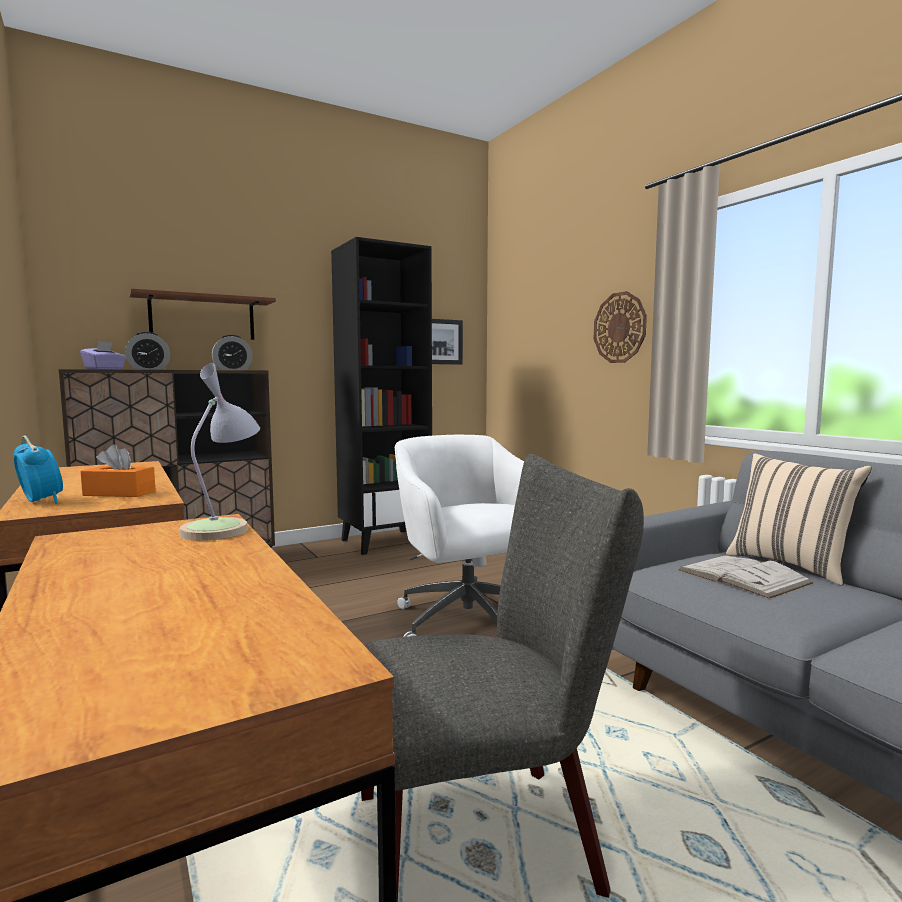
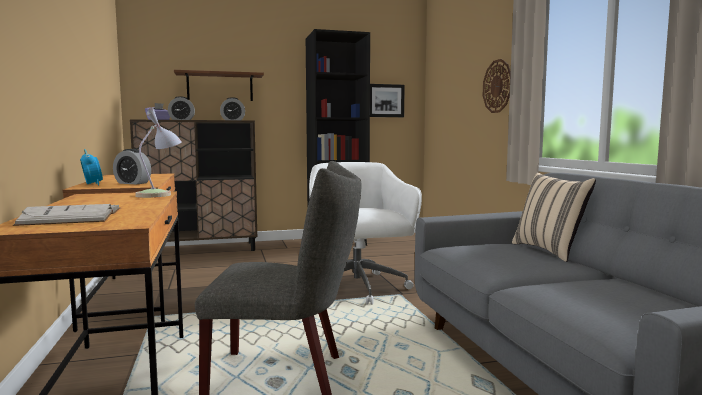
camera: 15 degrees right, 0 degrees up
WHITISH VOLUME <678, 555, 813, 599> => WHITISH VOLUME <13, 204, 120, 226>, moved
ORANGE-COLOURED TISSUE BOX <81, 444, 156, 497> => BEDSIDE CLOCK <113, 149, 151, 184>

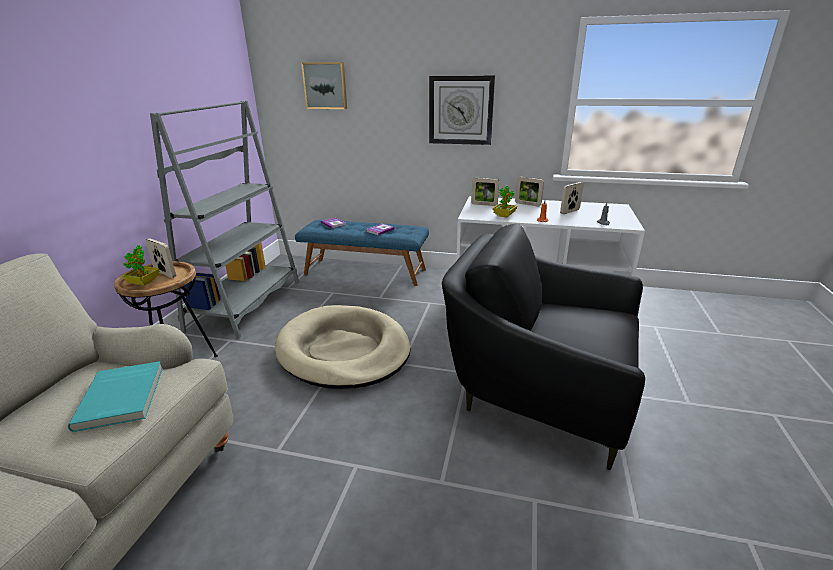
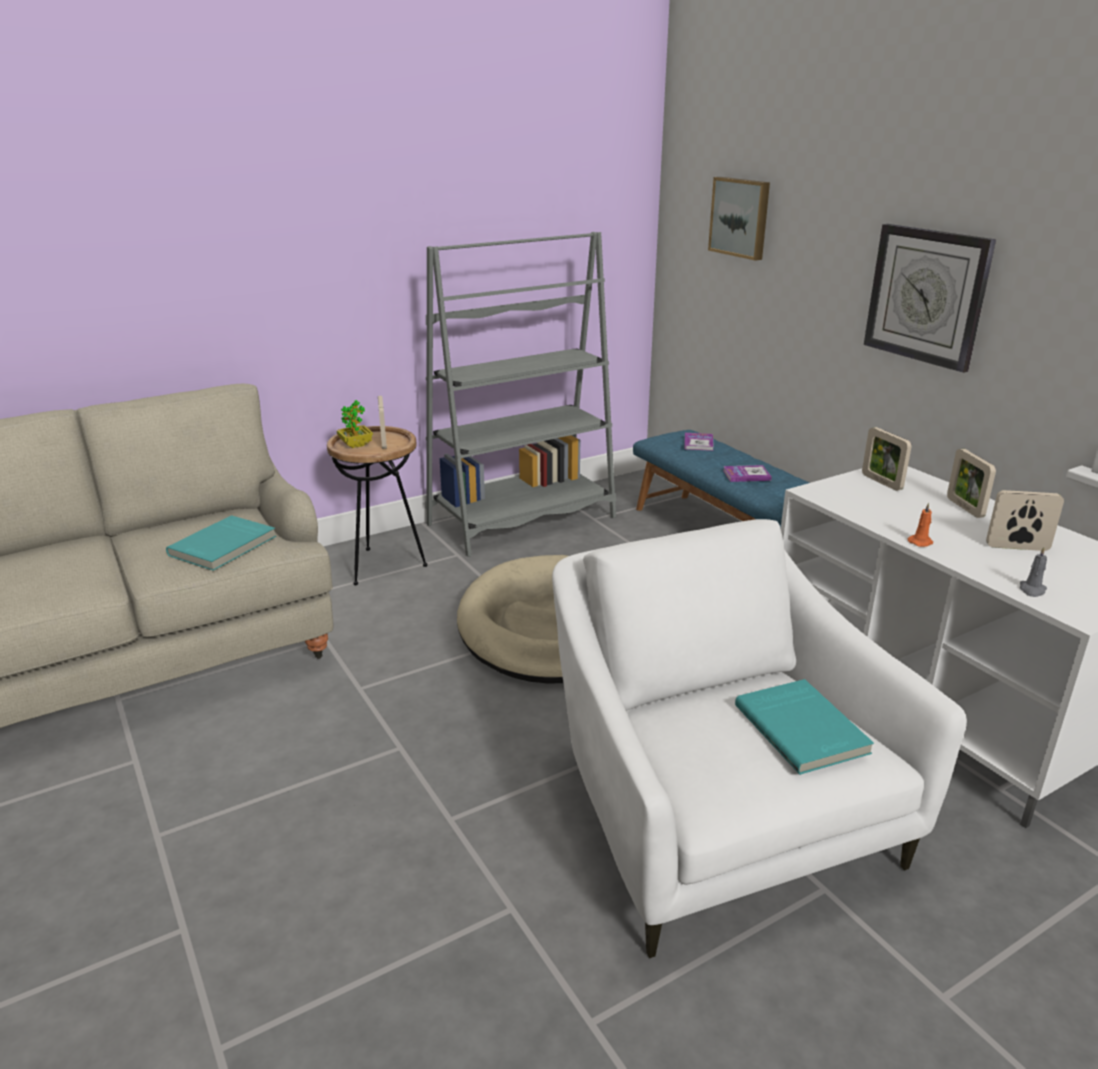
camera: 45 degrees right, 0 degrees up
POTTED PLANT <493, 186, 517, 218> => nothing
nothing => TURQUOISE VOLUME <735, 679, 874, 775>
BLACK-COLOURED ARMCHAIR <442, 224, 645, 470> => WHITISH ARMCHAIR <552, 519, 967, 958>

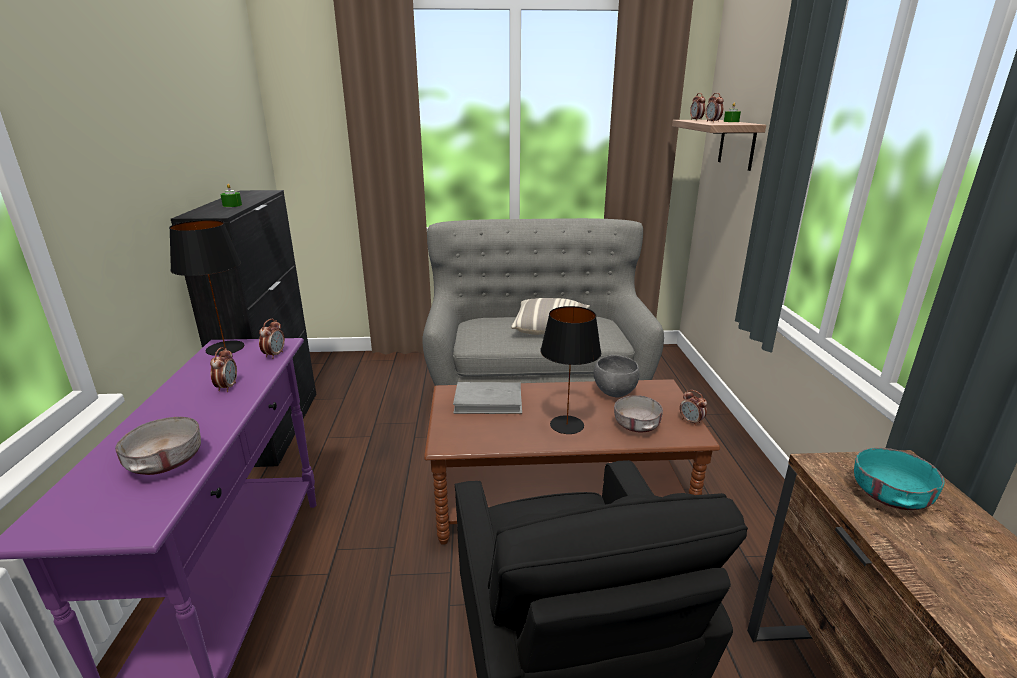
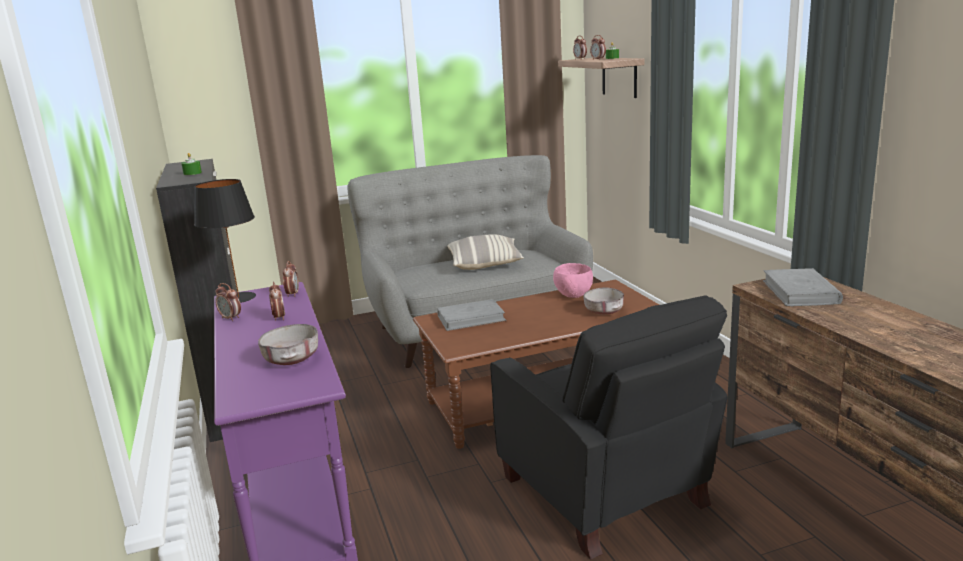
camera: 15 degrees left, 5 degrees down
BLACK-COLOURED LAMP FOR A TABLE <540, 306, 601, 434> => nothing
BEDSIDE CLOCK <680, 390, 707, 426> => BEDSIDE CLOCK <215, 283, 241, 321>, moved
TURQUOISE DEEP DISH <854, 448, 944, 510> => GRAY VOLUME <763, 268, 843, 306>
GRAY DEEP DISH <594, 355, 640, 398> => PINK DEEP DISH <553, 263, 593, 298>

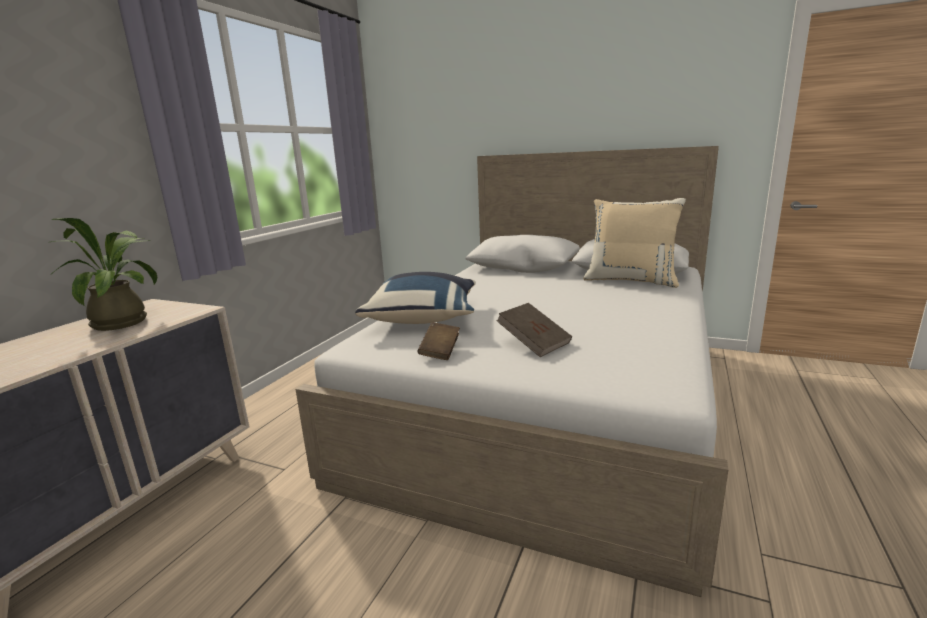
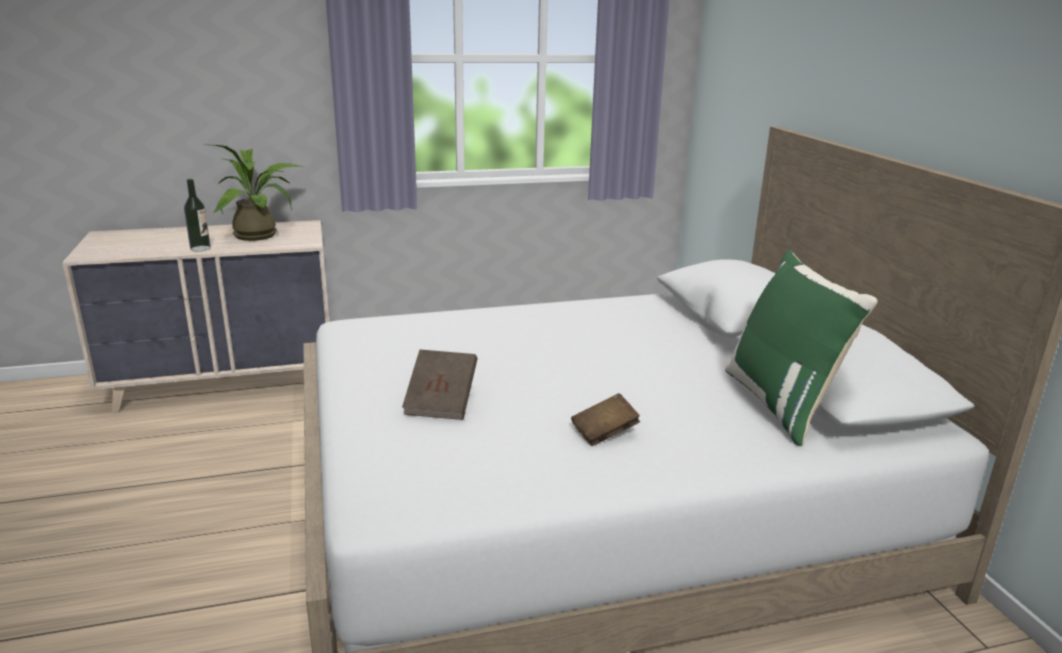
camera: 50 degrees right, 5 degrees up
BLUISH CUSHION <355, 272, 476, 324> => nothing
nothing => BEVERAGE BOTTLE <184, 179, 211, 251>
BROWN-COLOURED VOLUME <417, 322, 460, 360> => BROWN-COLOURED VOLUME <571, 393, 640, 446>, moved
SAND-COLOURED CUSHION <583, 198, 686, 288> => GREEN CUSHION <725, 251, 878, 446>

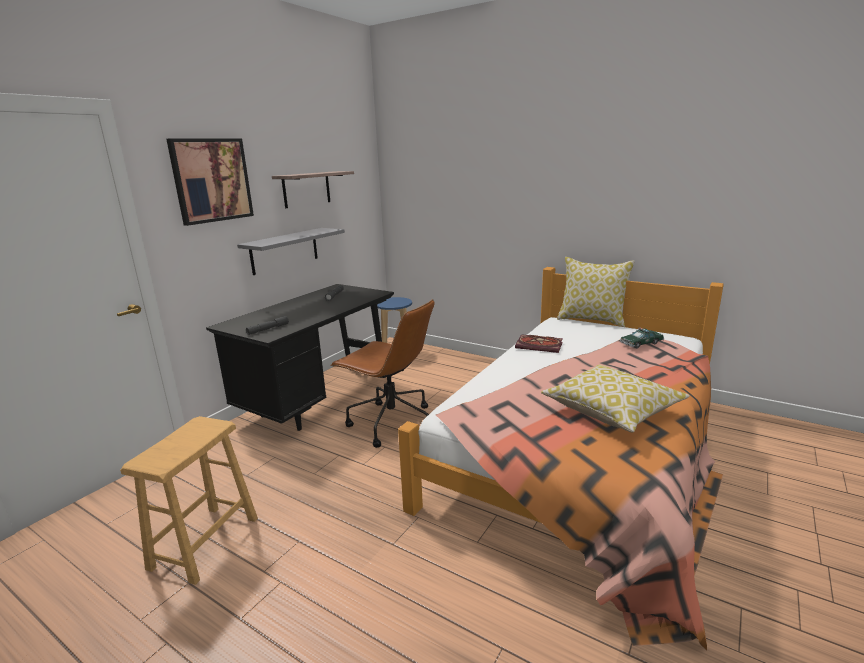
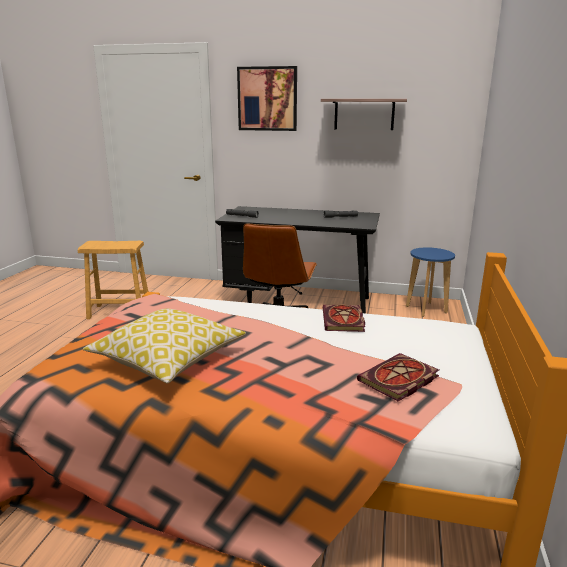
camera: 70 degrees right, 0 degrees up
GRAY SHELF <237, 228, 345, 275> => nothing
CUSHION <557, 257, 635, 327> => nothing
MINIATURE CAR <620, 327, 664, 348> => VOLUME <357, 353, 439, 402>

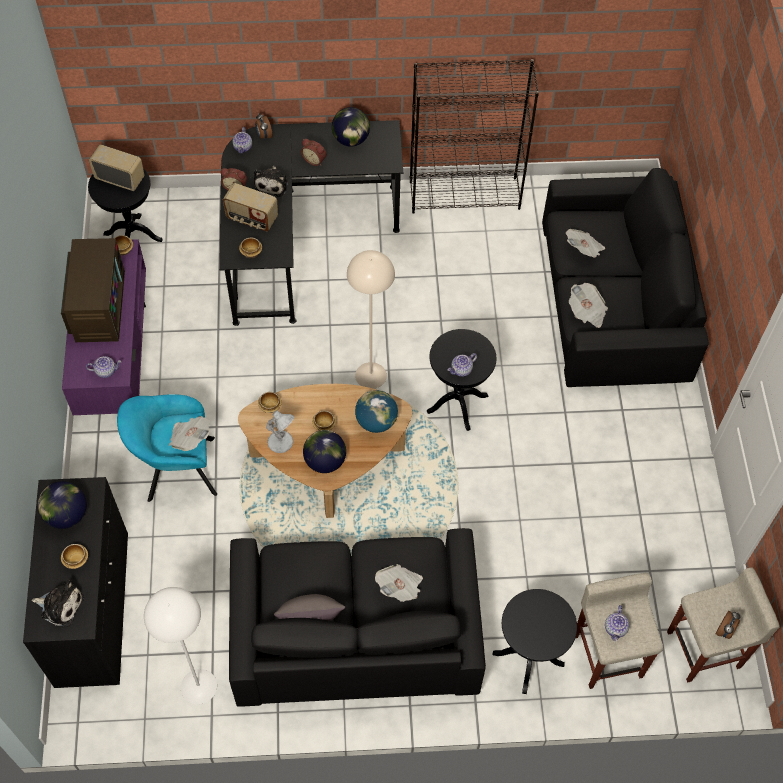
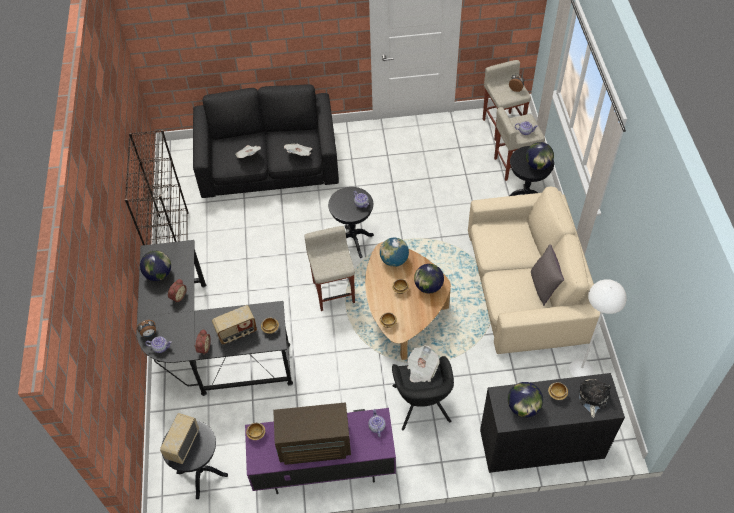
camera: 90 degrees left, 5 degrees down
SOFT TOY <254, 166, 287, 197> => nothing
WHITISH LAMP FOR A TABLE <266, 410, 294, 453> => nothing
PRINTED PAPER <375, 564, 423, 602> => nothing
nothing => GLOBE <526, 142, 554, 170>
SAND-COLOURED FLOOR LAMP <347, 250, 395, 389> => SAND-COLOURED STOOL <304, 226, 355, 311>
TURQUOISE ARMCHAIR <117, 394, 217, 502> => BLACK-COLOURED ARMCHAIR <392, 356, 454, 430>
BLACK-COLOURED SETTEE <229, 528, 486, 707> => SAND-COLOURED SETTEE <468, 187, 600, 354>
RADIO <223, 183, 278, 232> => RADIO <212, 305, 257, 345>, 45 degrees clockwise

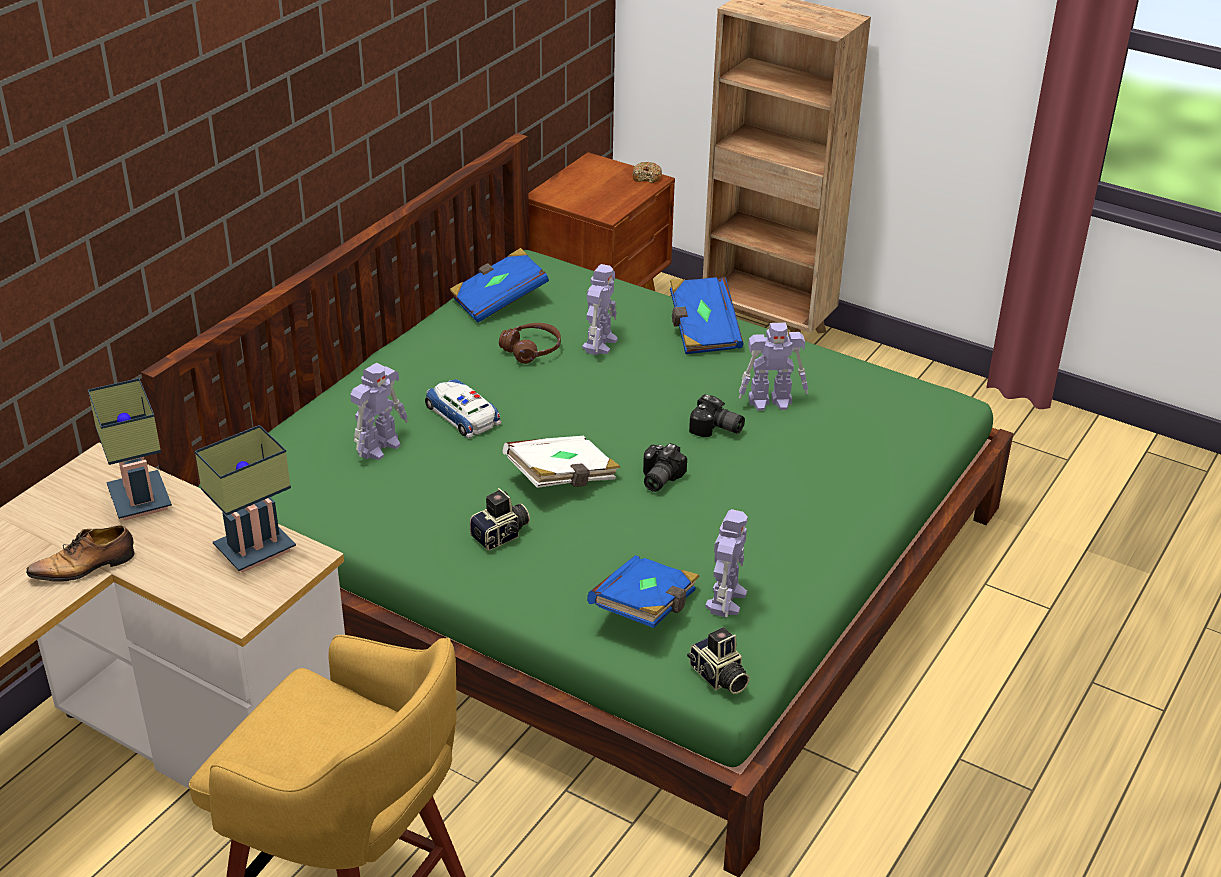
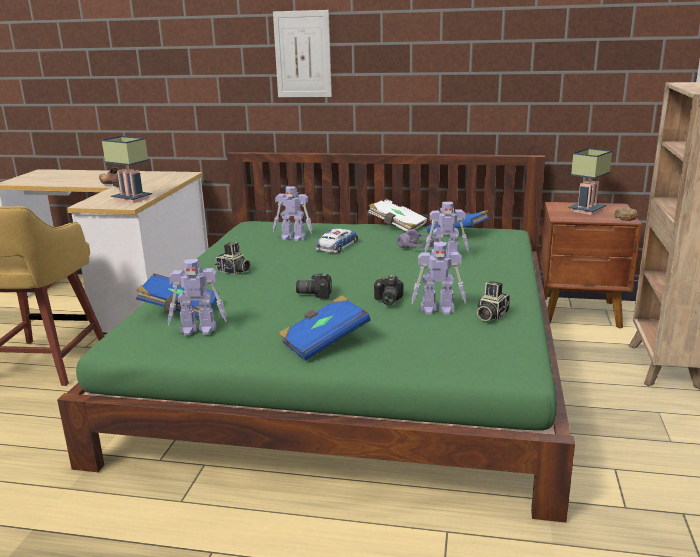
camera: 70 degrees right, 15 degrees down
nothing => WALL PICTURE <273, 10, 332, 97>
LAMP FOR A TABLE <88, 378, 172, 521> => LAMP FOR A TABLE <568, 148, 612, 215>, moved
WHITISH VOLUME <503, 436, 621, 488> => WHITISH VOLUME <368, 198, 427, 231>, moved
BLUISH VOLUME <670, 277, 744, 354> => BLUISH VOLUME <278, 295, 371, 361>, moved
STILL CAMERA <687, 627, 750, 694> => STILL CAMERA <477, 281, 510, 321>, moved
BROWN-COLOURED HEADSET <499, 323, 561, 364> => PURPLE-COLOURED HEADSET <397, 229, 435, 248>
ROBOT FIGURE <739, 323, 808, 411> => ROBOT FIGURE <412, 242, 466, 315>, 60 degrees counterclockwise

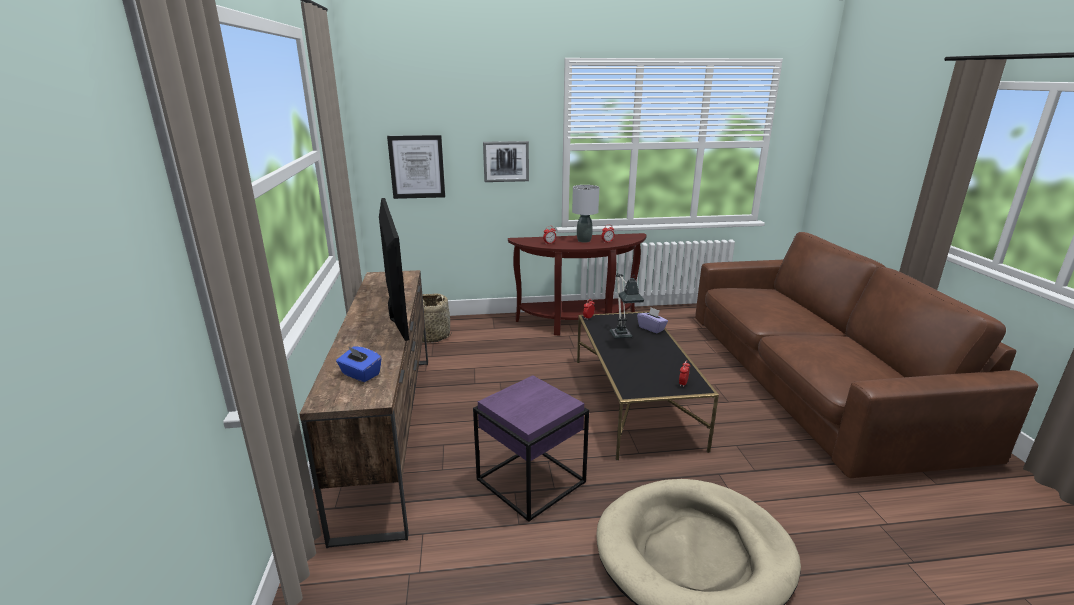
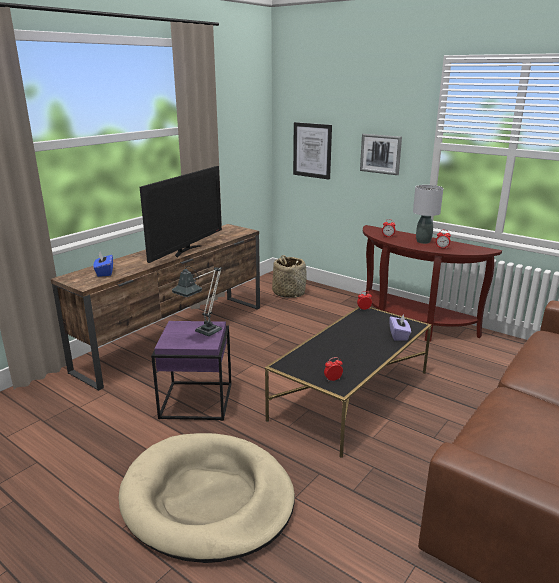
camera: 45 degrees right, 0 degrees up
LAMP FOR A TABLE <610, 273, 644, 338> => LAMP FOR A TABLE <172, 266, 222, 336>, moved

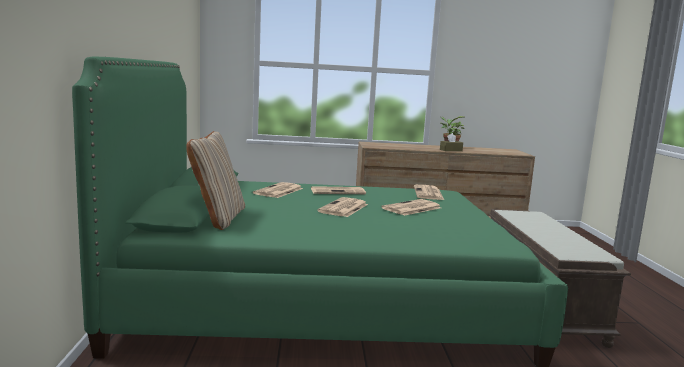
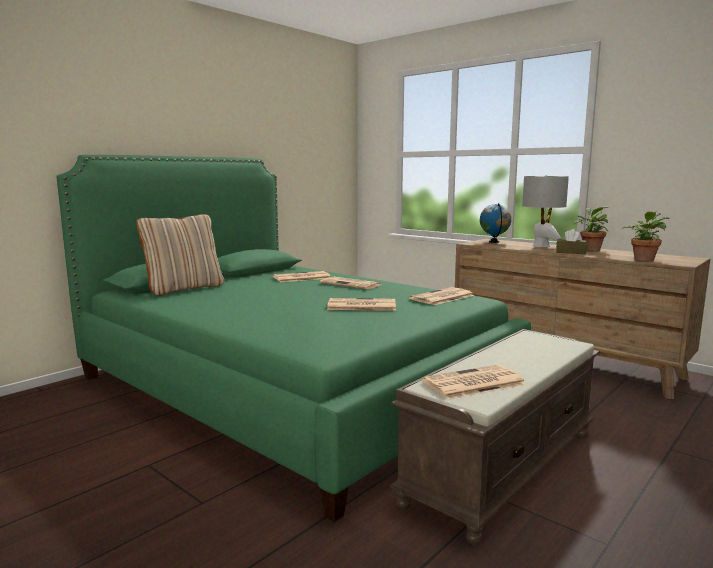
camera: 45 degrees right, 0 degrees up
nothing => GLOBE <480, 203, 511, 243>
nothing => GRAY LAMP FOR A TABLE <522, 175, 569, 247>
nothing => POTTED PLANT <622, 211, 670, 261>
PRINTED PAPER <317, 197, 368, 217> => PRINTED PAPER <422, 365, 527, 399>, moved

